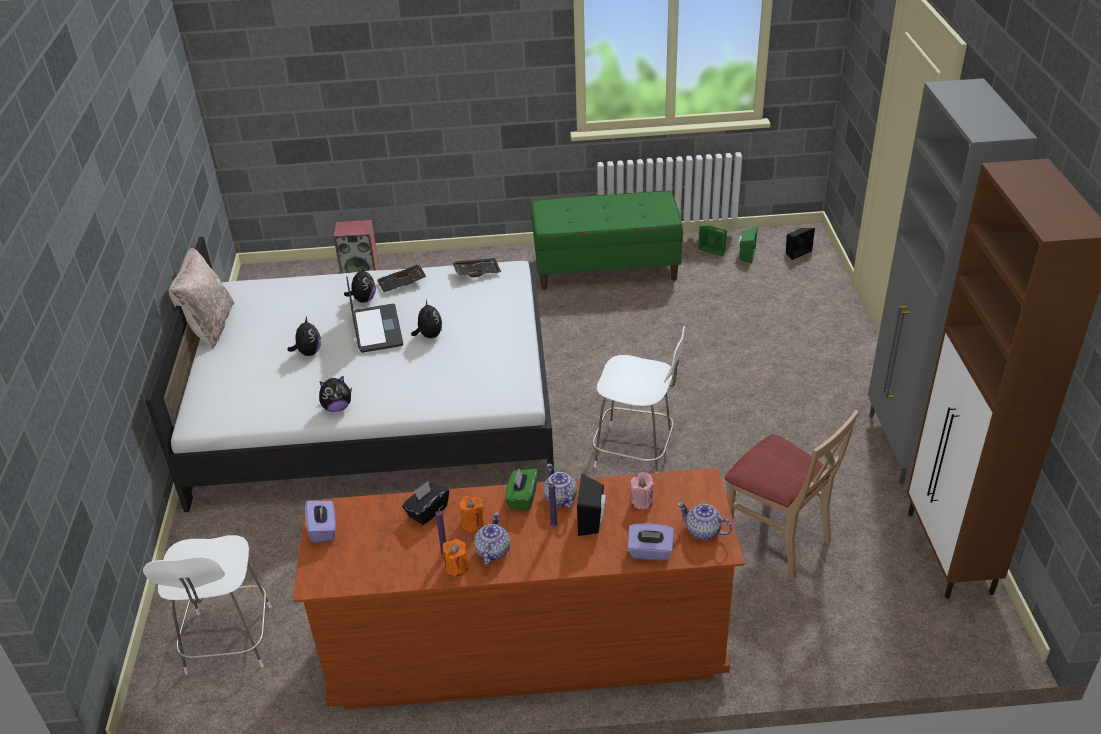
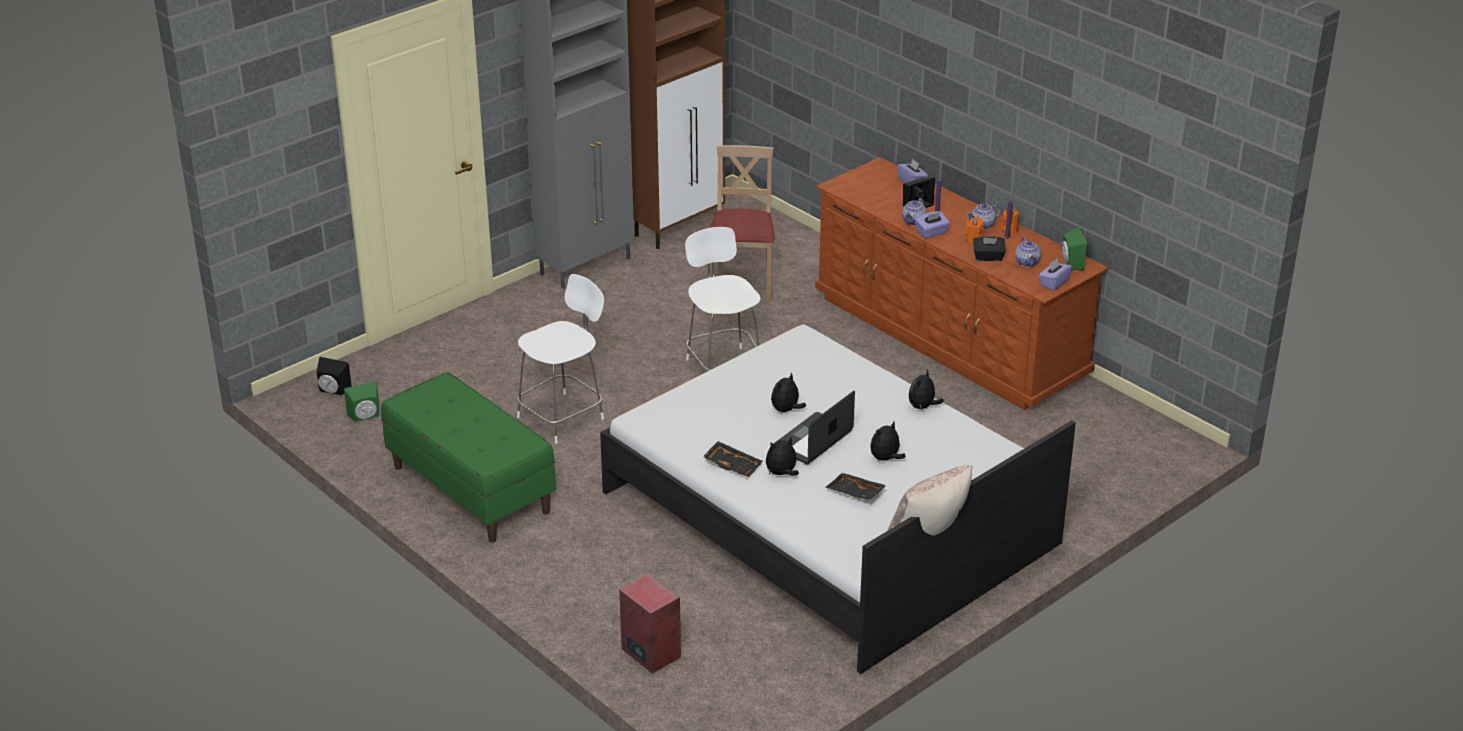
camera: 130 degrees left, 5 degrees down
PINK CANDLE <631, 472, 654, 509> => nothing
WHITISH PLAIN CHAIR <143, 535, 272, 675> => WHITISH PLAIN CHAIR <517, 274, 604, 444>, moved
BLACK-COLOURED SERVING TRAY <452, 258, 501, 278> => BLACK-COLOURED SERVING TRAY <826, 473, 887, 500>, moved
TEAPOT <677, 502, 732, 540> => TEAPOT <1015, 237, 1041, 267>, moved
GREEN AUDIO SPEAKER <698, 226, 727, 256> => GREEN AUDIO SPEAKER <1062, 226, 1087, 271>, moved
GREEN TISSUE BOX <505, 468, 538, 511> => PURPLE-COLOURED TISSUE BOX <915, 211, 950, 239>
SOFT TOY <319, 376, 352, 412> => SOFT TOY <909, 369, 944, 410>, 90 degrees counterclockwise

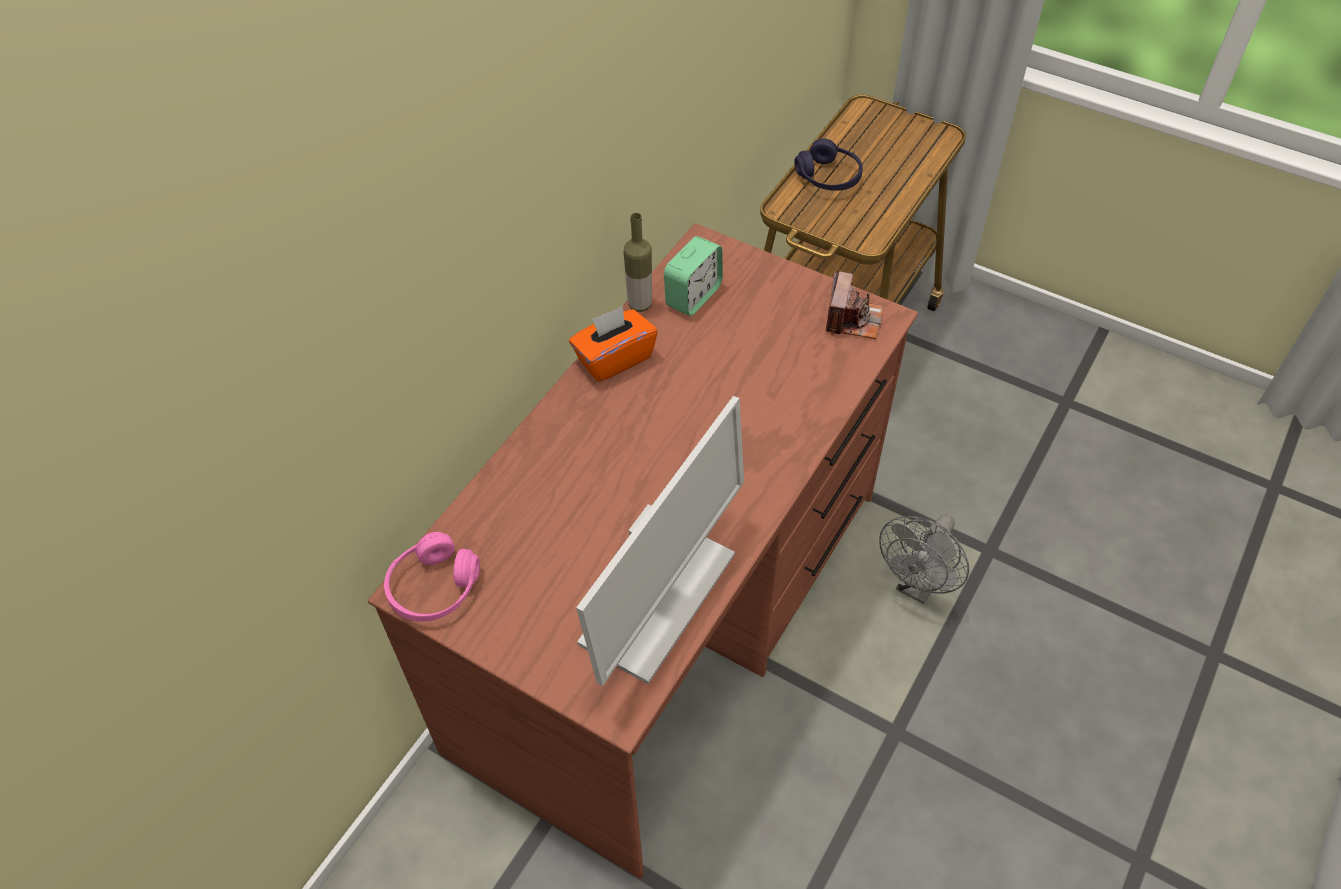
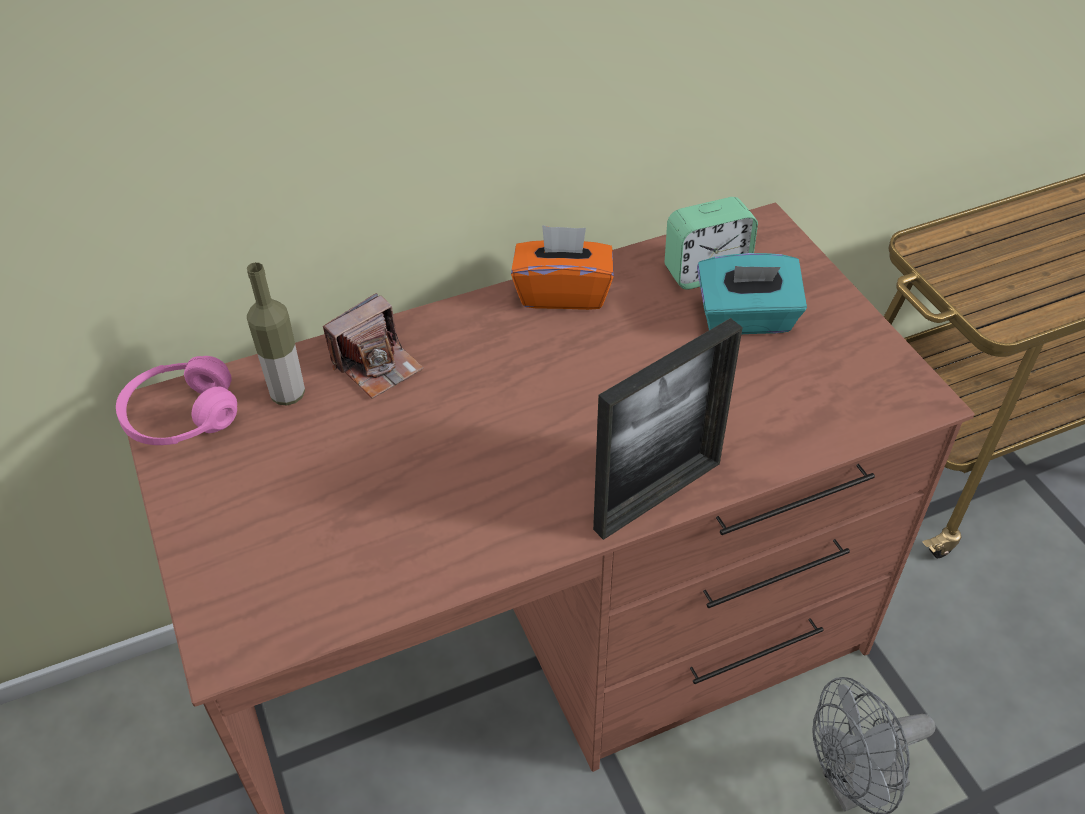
camera: 35 degrees right, 5 degrees down
MONITOR <576, 396, 744, 686> => nothing
PURPLE-COLOURED HEADSET <794, 138, 863, 191> => nothing
nothing => STANDING FRAME <593, 318, 743, 540>
nothing => TURQUOISE TISSUE BOX <697, 253, 807, 334>
BEVERAGE BOTTLE <624, 213, 652, 312> => BEVERAGE BOTTLE <247, 262, 305, 406>, moved
STILL CAMERA <826, 271, 883, 339> => STILL CAMERA <323, 293, 424, 399>, moved

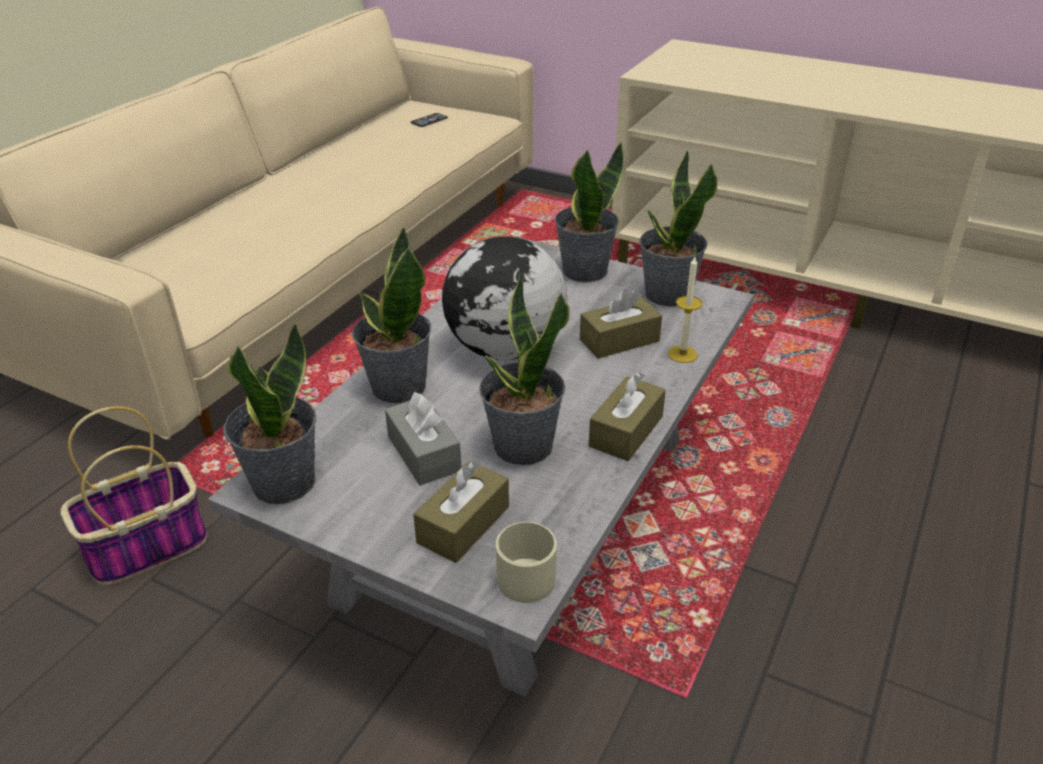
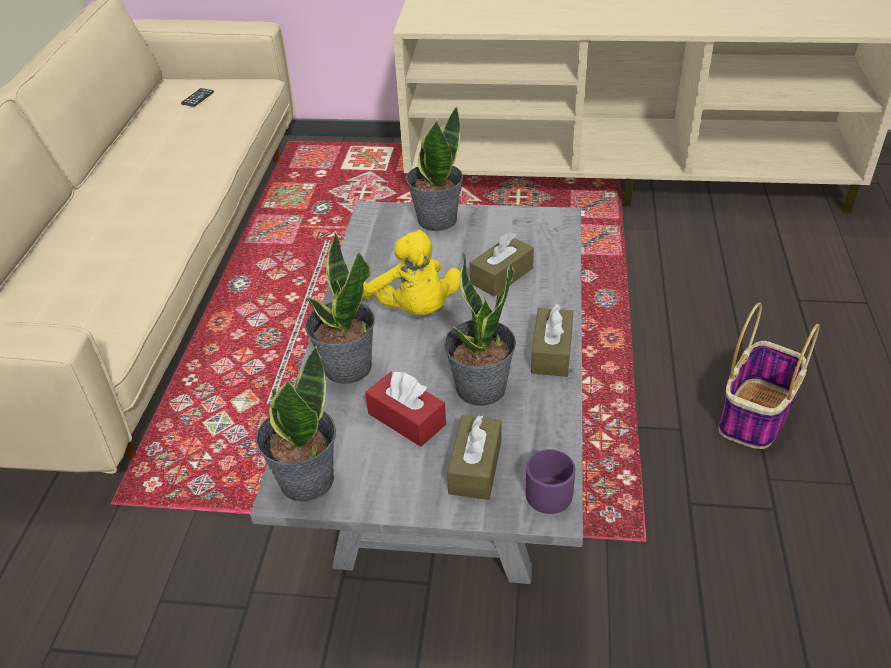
camera: 20 degrees left, 5 degrees up
POTTED PLANT <639, 151, 718, 306> => nothing
CANDLE <668, 257, 702, 363> => nothing
HOUSEHOLD BASKET <60, 406, 207, 585> => HOUSEHOLD BASKET <718, 303, 820, 449>, moved
GLOBE <442, 236, 567, 360> => YELLOWISH SOFT TOY <363, 230, 461, 315>
GRAY TISSUE BOX <385, 392, 462, 485> => REDDISH TISSUE BOX <365, 371, 446, 447>
SAND-COLOURED COFFEE MUG <496, 522, 557, 603> => PURPLE-COLOURED COFFEE MUG <526, 449, 575, 514>

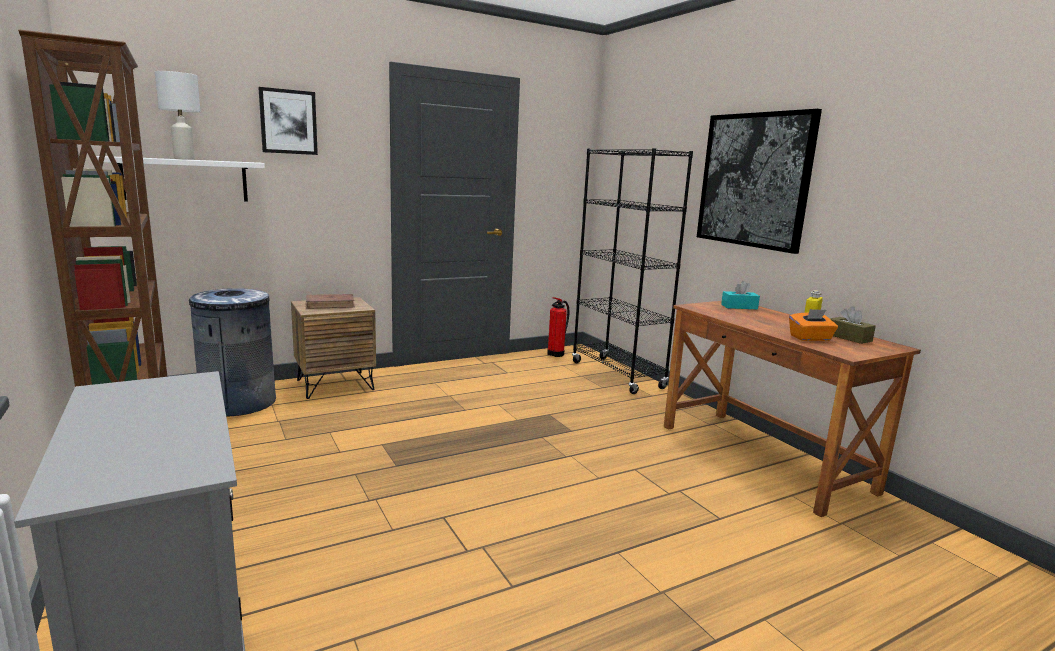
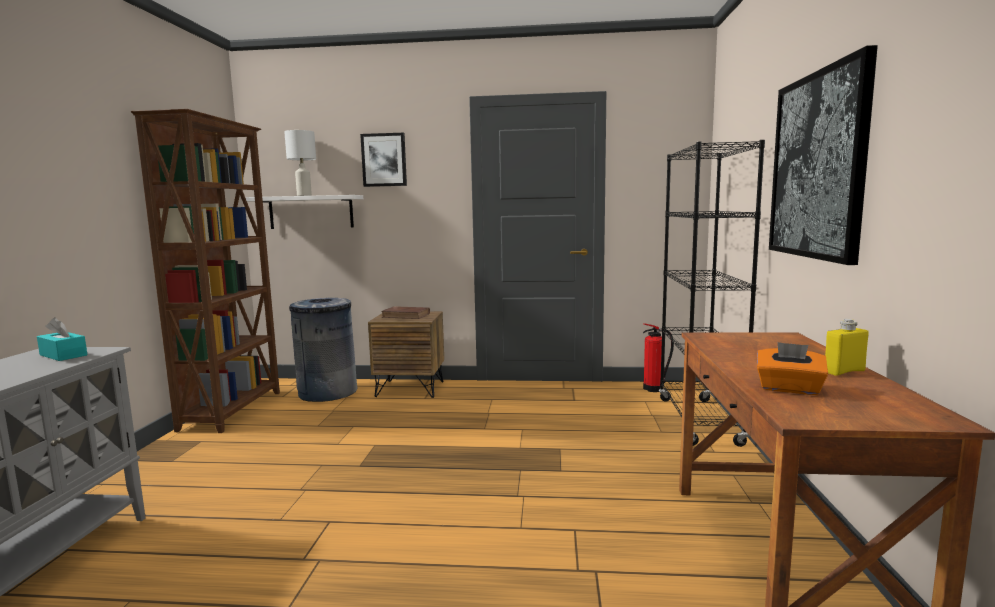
camera: 35 degrees right, 5 degrees down
BROWN-COLOURED TISSUE BOX <829, 306, 876, 344> => nothing
TURQUOISE TISSUE BOX <721, 281, 760, 309> => TURQUOISE TISSUE BOX <37, 317, 87, 361>, moved

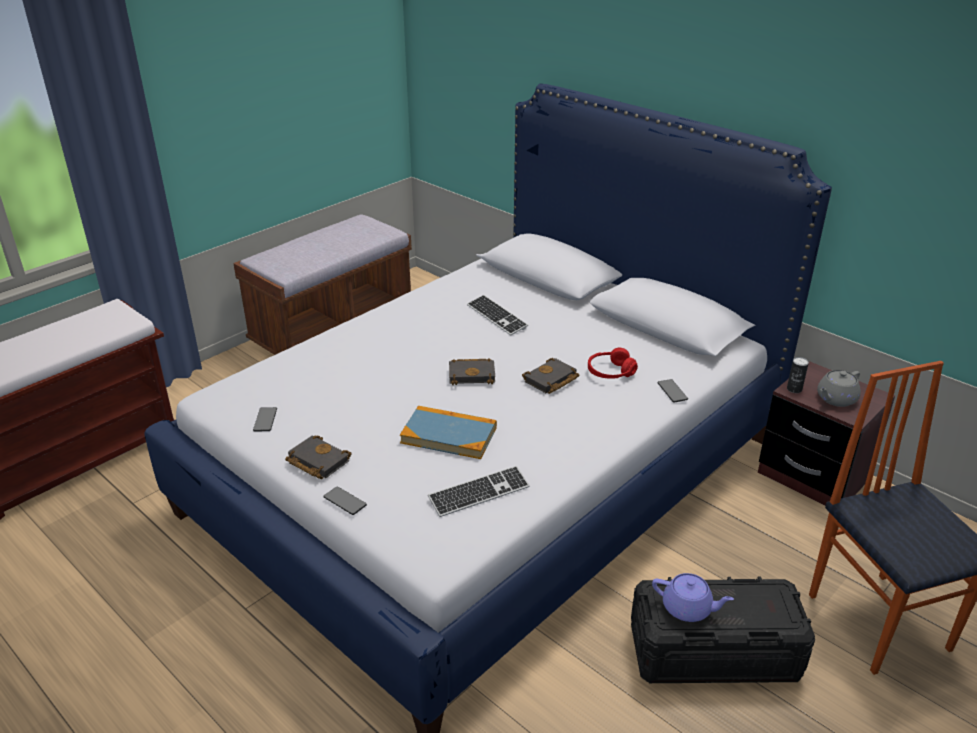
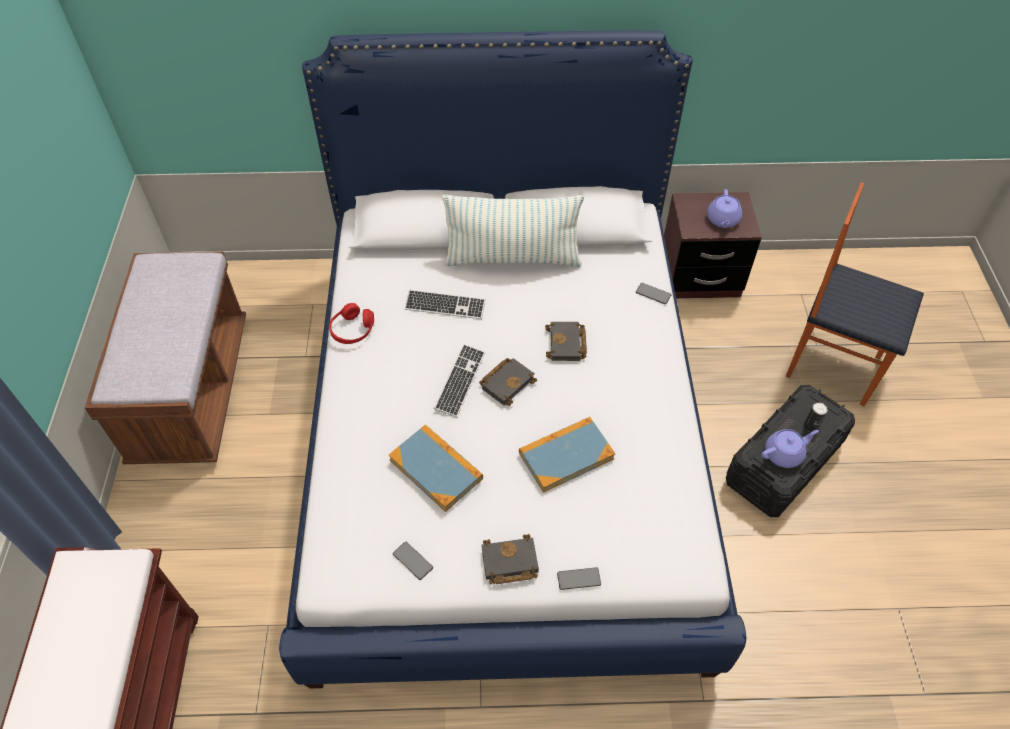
camera: 45 degrees left, 20 degrees up
nothing => VOLUME <388, 425, 483, 512>
nothing => CUSHION <442, 195, 584, 267>
KEYBOARD <428, 466, 530, 517> => KEYBOARD <434, 344, 486, 418>, moved
REDDISH HEADSET <588, 348, 638, 379> => REDDISH HEADSET <329, 303, 374, 344>, moved
SEALED CAN <787, 357, 809, 393> => SEALED CAN <804, 402, 828, 432>, moved
GRAY TEAPOT <817, 370, 861, 407> => PURPLE-COLOURED TEAPOT <707, 189, 742, 228>

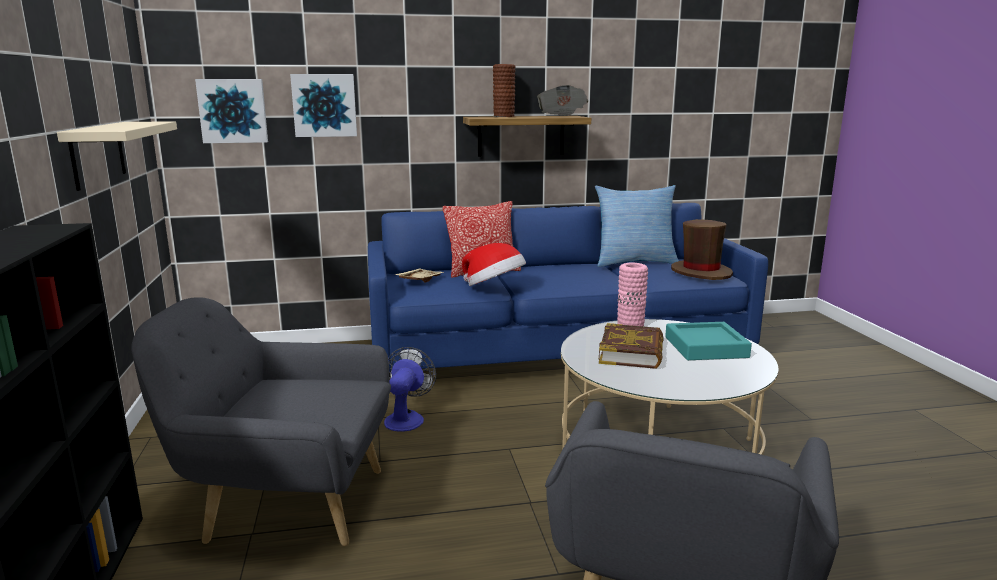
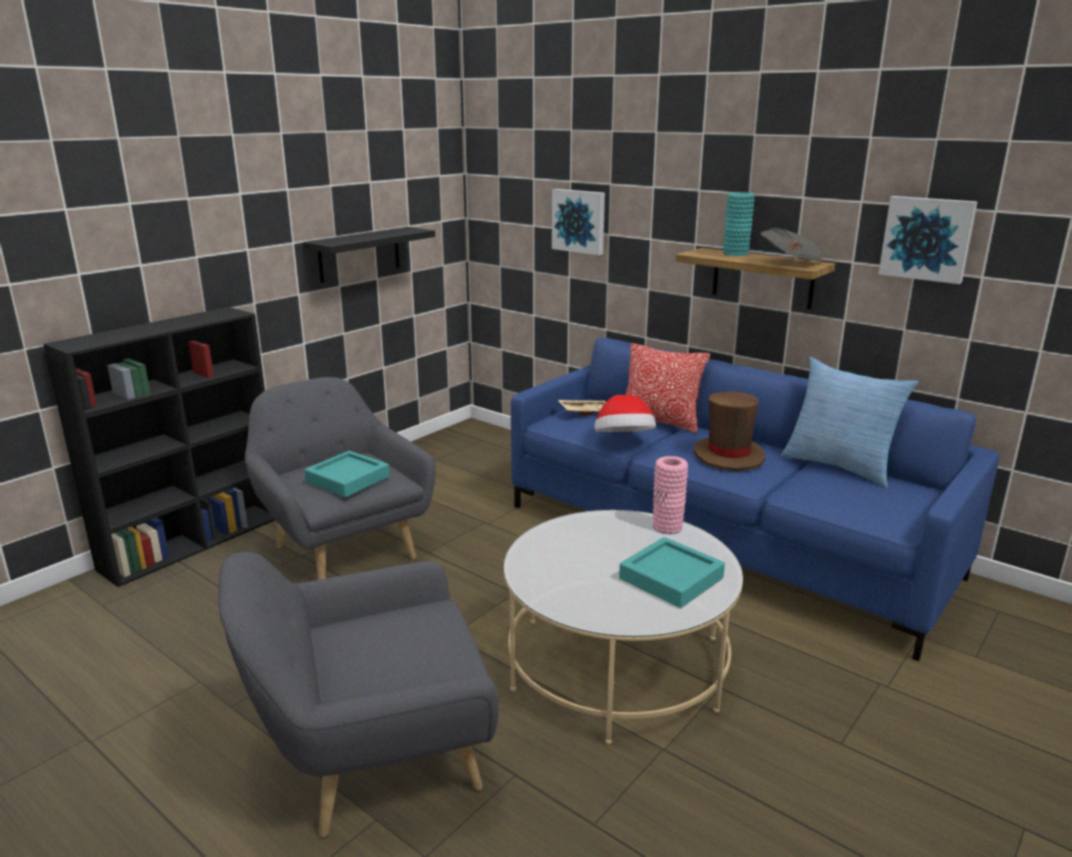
camera: 50 degrees right, 5 degrees up
FAN <384, 347, 436, 432> => nothing
VOLUME <599, 323, 664, 369> => nothing
nothing => TURQUOISE SERVING TRAY <305, 451, 390, 497>
WALL PICTURE <195, 79, 268, 143> => WALL PICTURE <878, 196, 977, 284>, moved
BROWN-COLOURED CLOTHING HAT <671, 219, 733, 280> => BROWN-COLOURED CLOTHING HAT <694, 391, 765, 471>, moved
SAND-COLOURED SHELF <57, 121, 177, 191> => BLACK-COLOURED SHELF <303, 227, 435, 283>
BROWN-COLOURED DECORATIVE VASE <493, 64, 515, 117> => TURQUOISE DECORATIVE VASE <723, 192, 755, 256>

